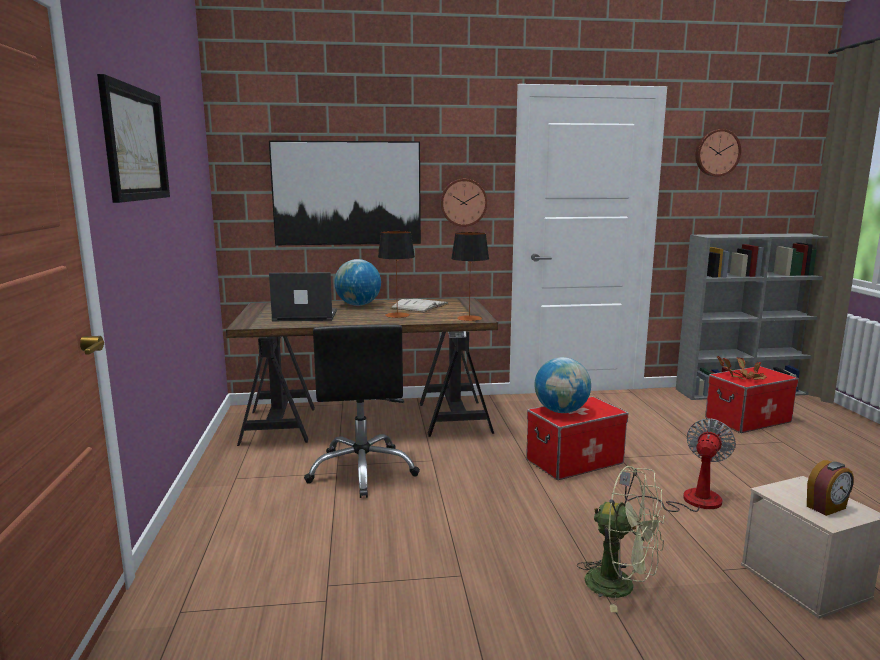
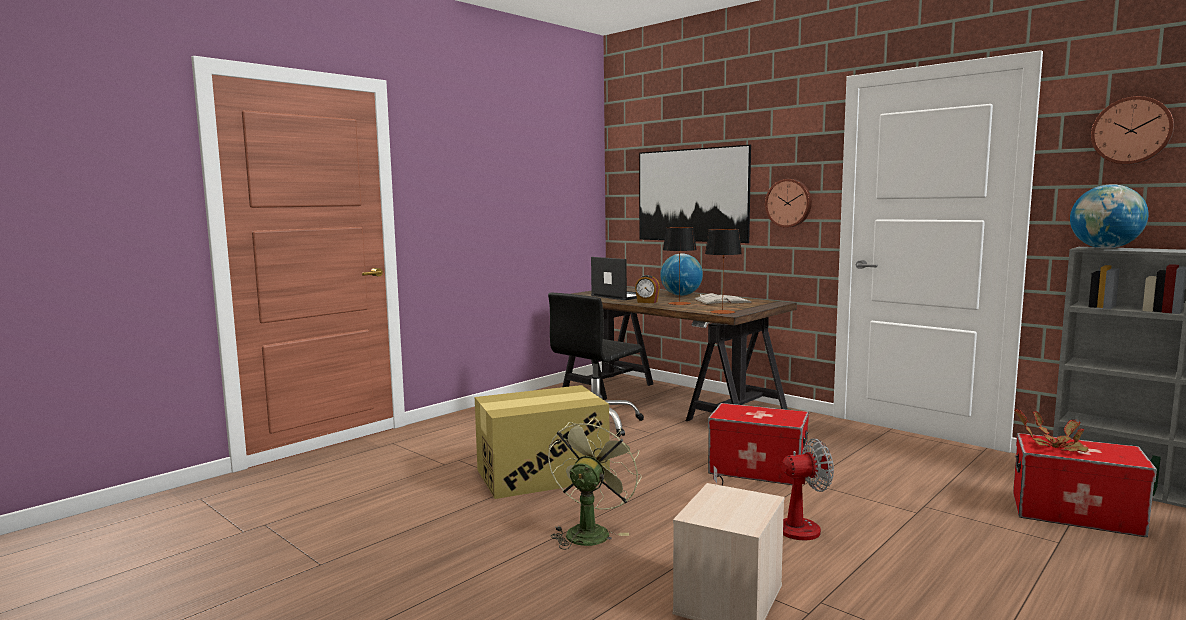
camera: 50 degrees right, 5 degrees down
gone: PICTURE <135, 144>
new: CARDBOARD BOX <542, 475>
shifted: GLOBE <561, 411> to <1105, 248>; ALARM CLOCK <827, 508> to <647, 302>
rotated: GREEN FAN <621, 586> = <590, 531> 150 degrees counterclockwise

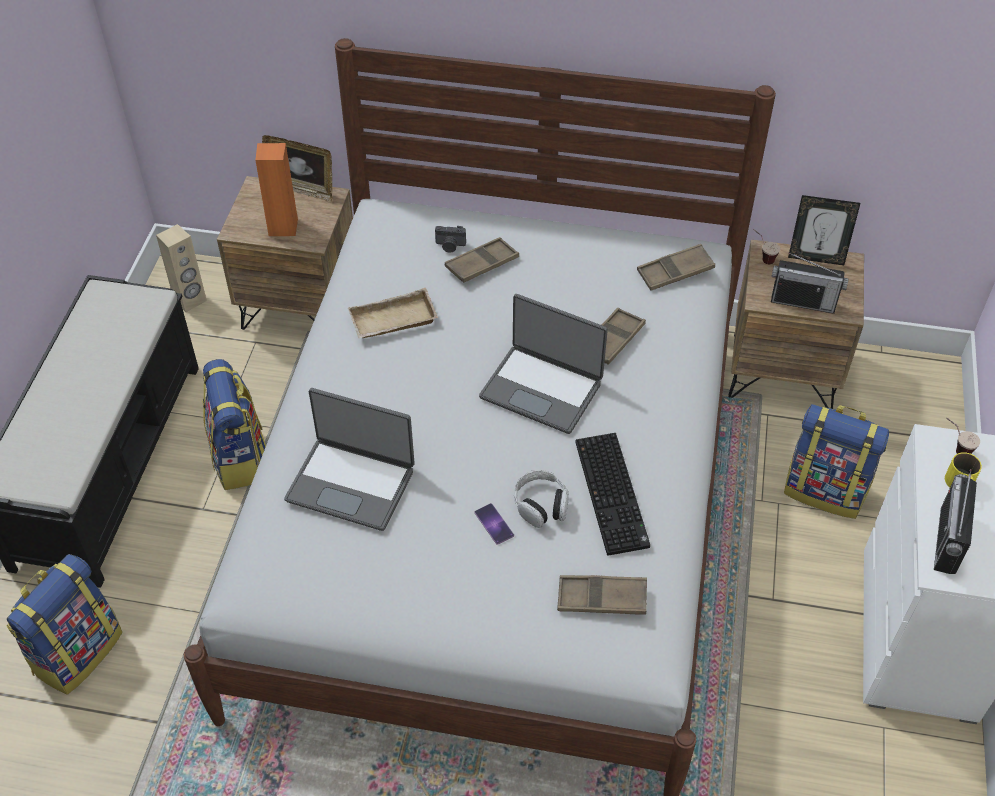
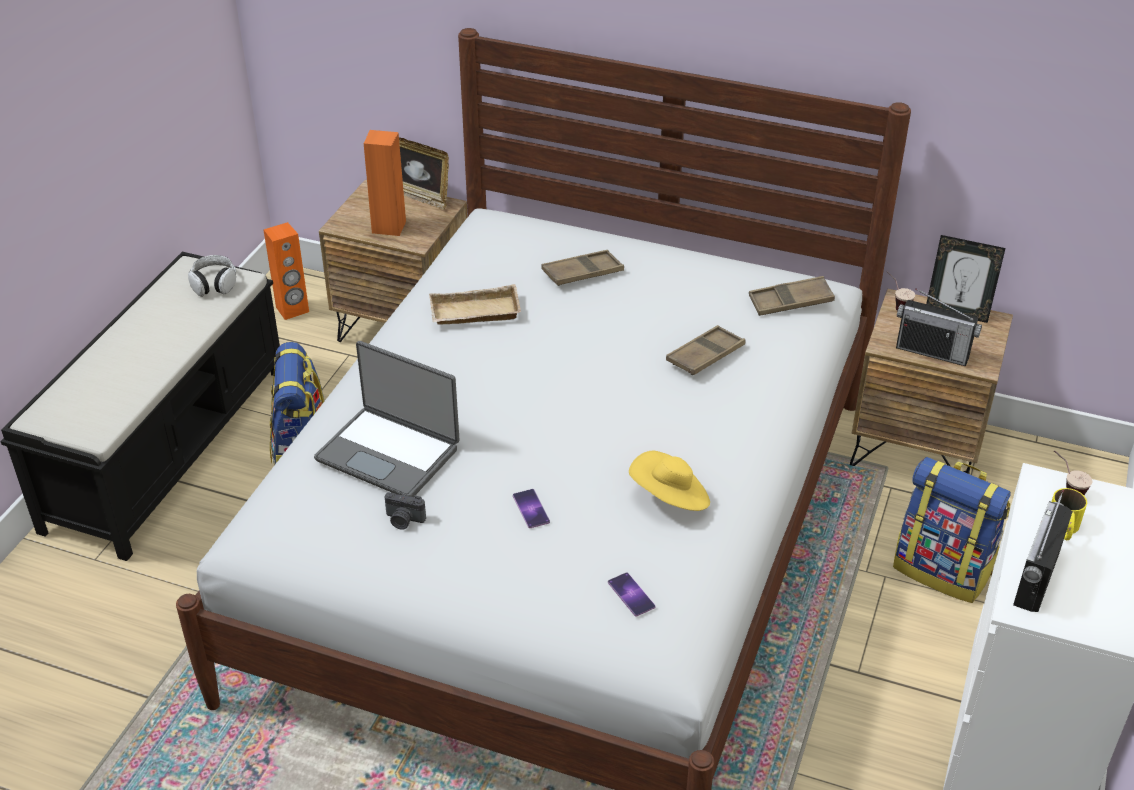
camera: 10 degrees right, 10 degrees down
gone: BACKPACK <77, 651>; LAPTOP <542, 389>
shifted: PHOTO CAMERA <450, 246> to <404, 520>; HEADPHONES <541, 505> to <214, 283>
swapped: BROWN TRAY <602, 598> to PHONE <631, 594>; KEYBOARD <614, 495> to YELLOW HAT <670, 498>
repainted: BEIGE SPEAKER <190, 300> to ORANGE SPEAKER <292, 310>

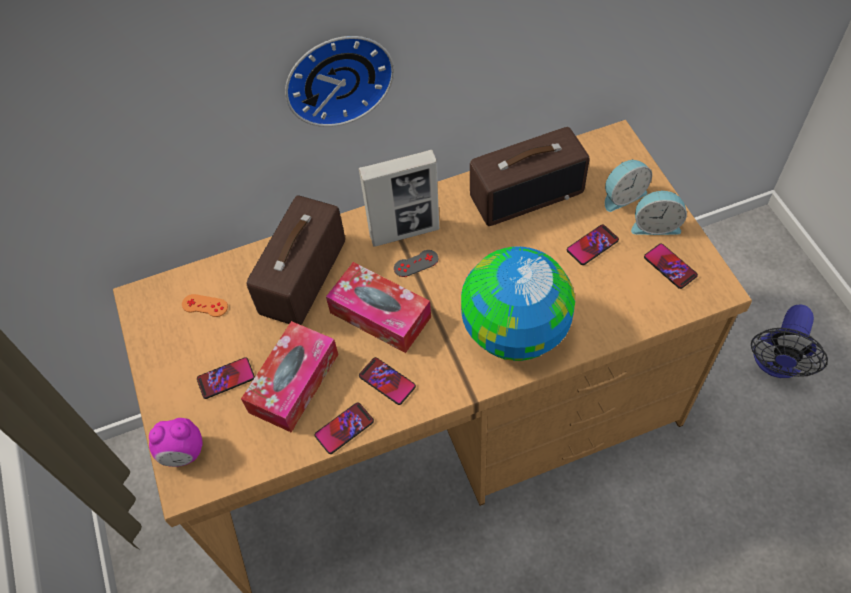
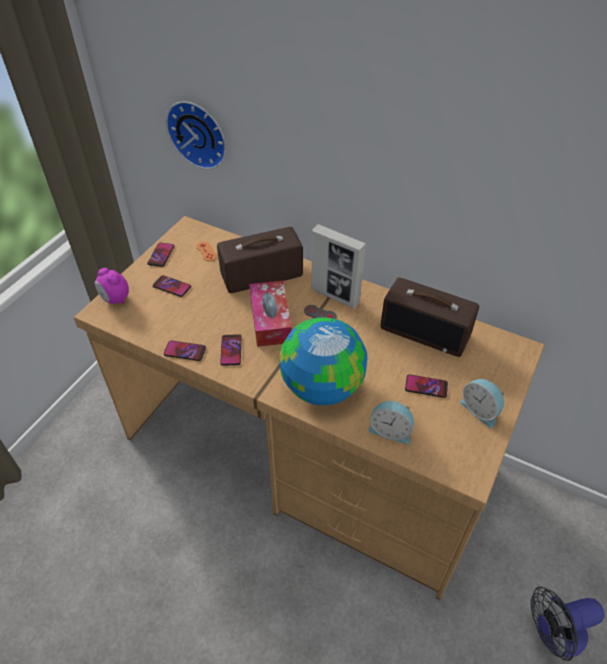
camera: 45 degrees right, 10 degrees down
gone: TISSUE BOX <294, 383>
shifted: WALL CLOCK <337, 76> to <199, 133>; ALARM CLOCK <622, 195> to <390, 430>; PHONE <670, 266> to <161, 255>

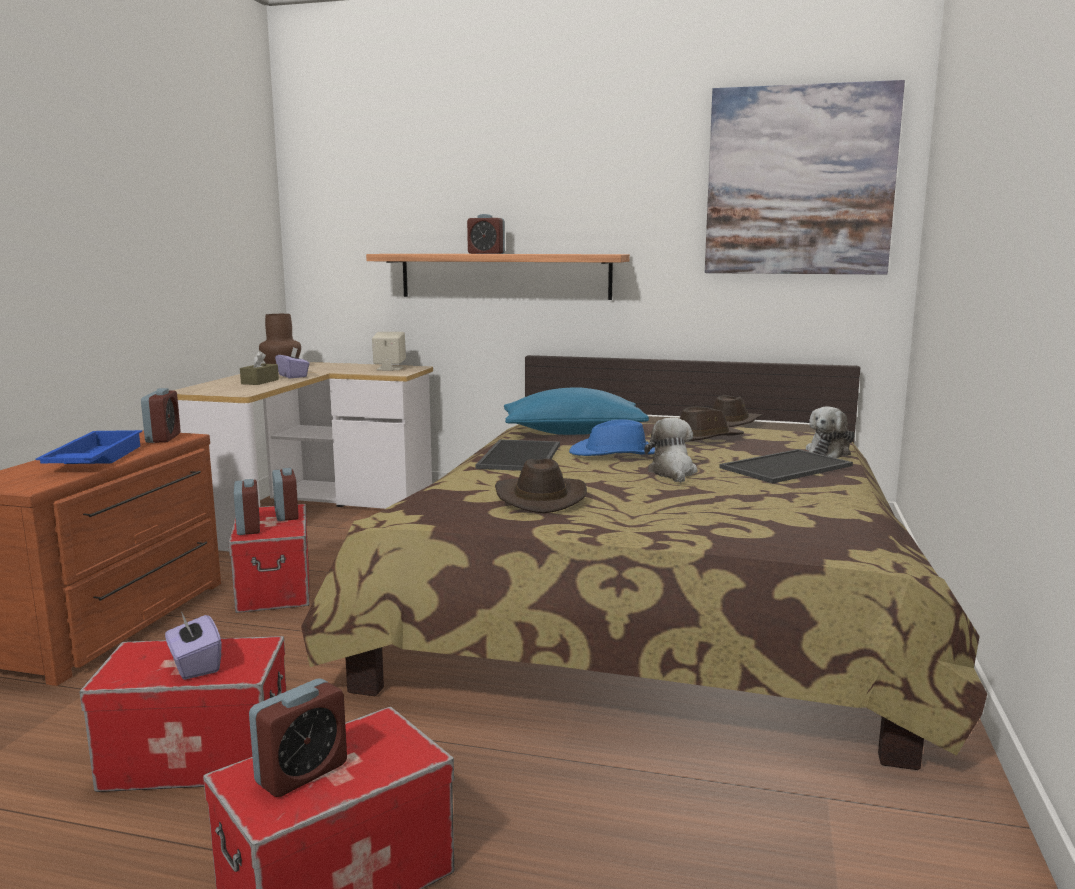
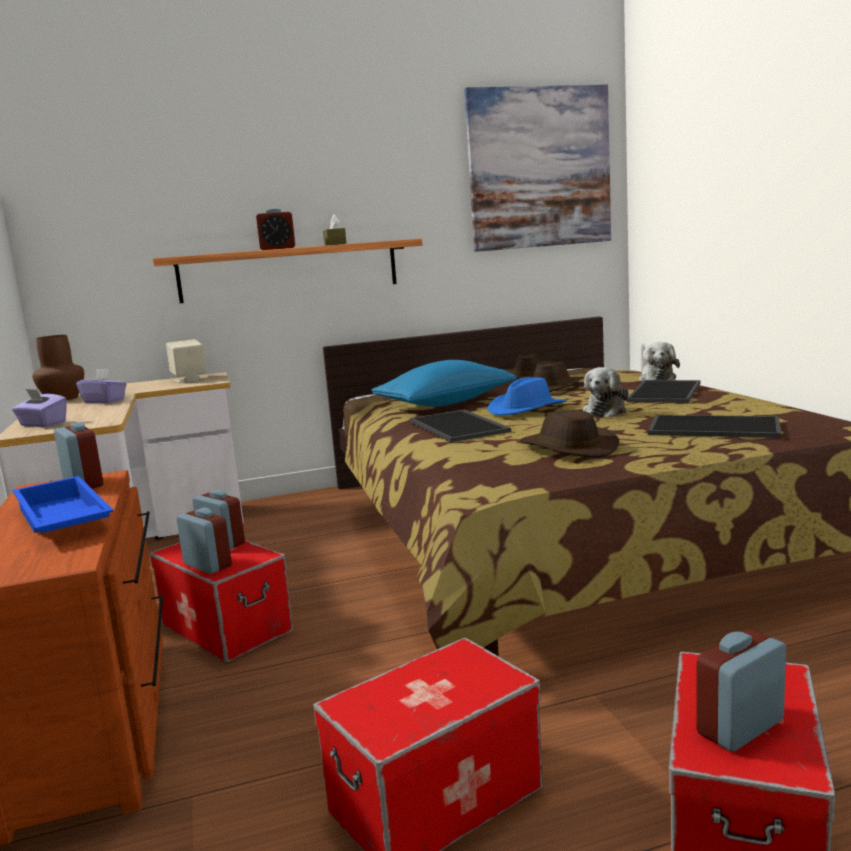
camera: 30 degrees left, 0 degrees up
new: TRAY <712, 428>
shifted: PURPLE TISSUE BOX <195, 665> to <42, 424>; BROWN TISSUE BOX <260, 382> to <335, 244>
rotated: ALARM CLOCK <302, 773> = <740, 727> 135 degrees counterclockwise; PLUSH TOY <672, 473> = <606, 411> 120 degrees counterclockwise

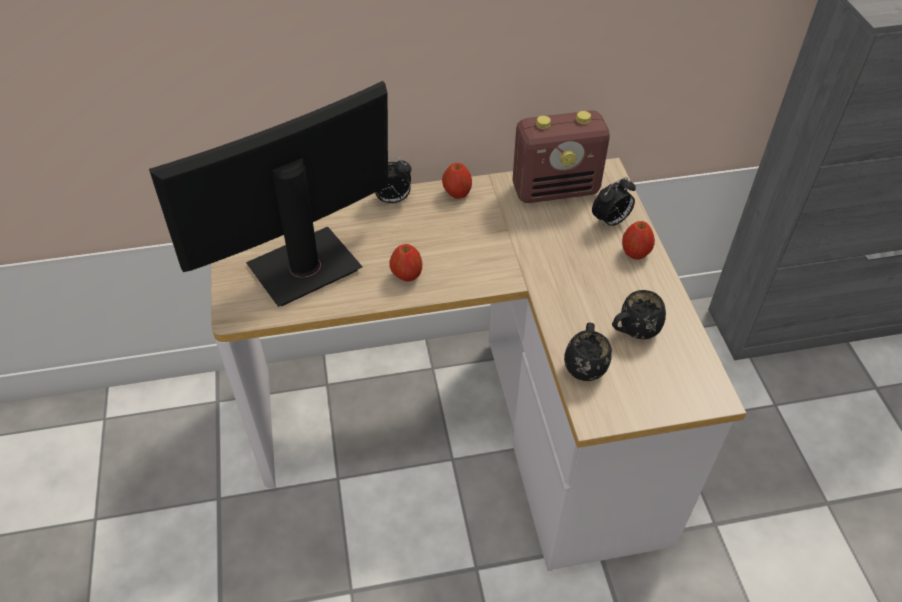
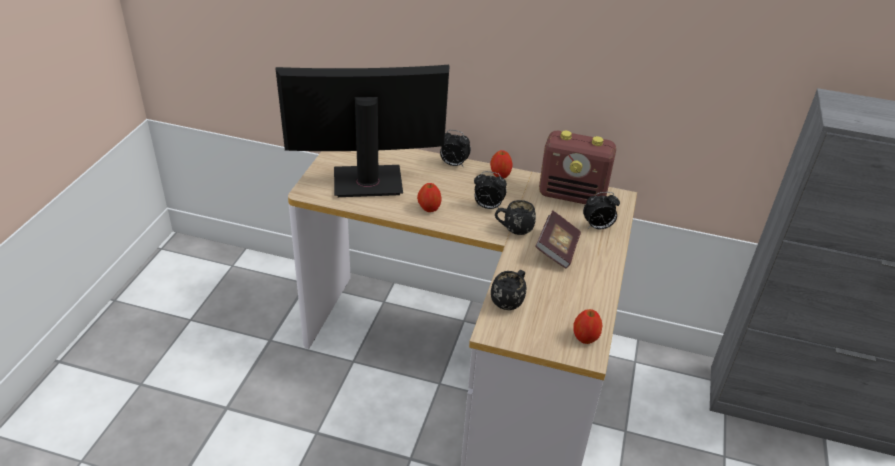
camera: 25 degrees right, 10 degrees down
new: ALARM CLOCK <487, 207>; BOOK <557, 249>
shifted: BLACK MUG <633, 332> to <513, 230>; APPLE <635, 253> to <585, 337>

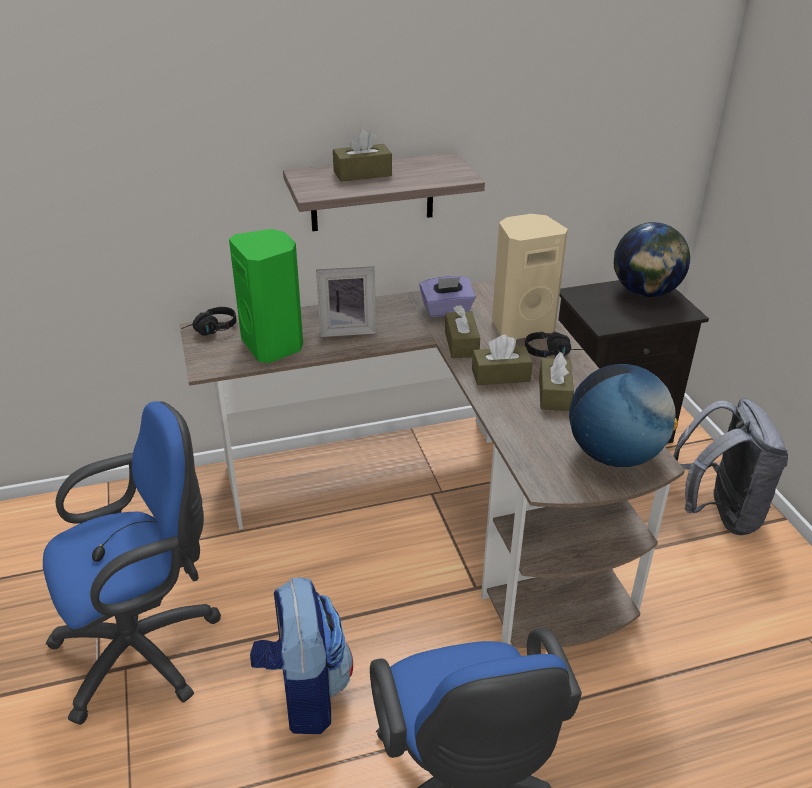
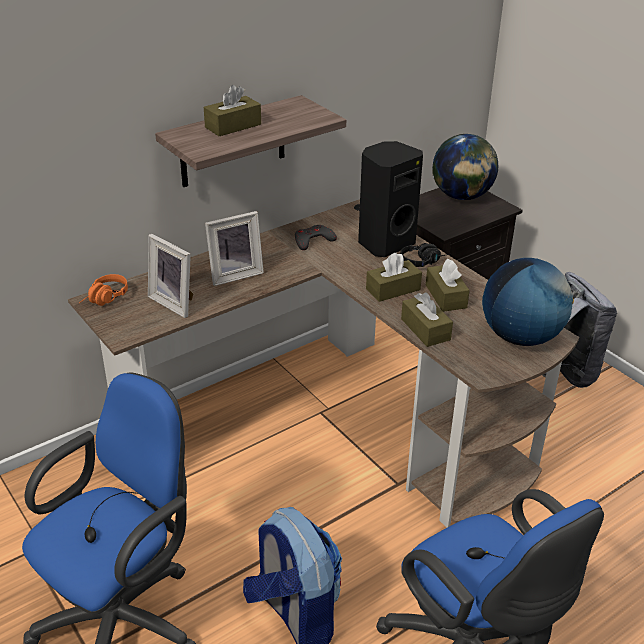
camera: 20 degrees left, 0 degrees up
shifted: BROWN TISSUE BOX <461, 344> to <425, 329>
swapped: GREEN SPEAKER <274, 346> to PICTURE FRAME <175, 302>; PURPLE TISSUE BOX <447, 310> to GREY GAME CONTROLLER <313, 241>
repainted: BLACK HEADPHONES <211, 330> to ORANGE HEADPHONES <104, 299>; BEIGE SPEAKER <521, 326> to BLACK SPEAKER <385, 243>

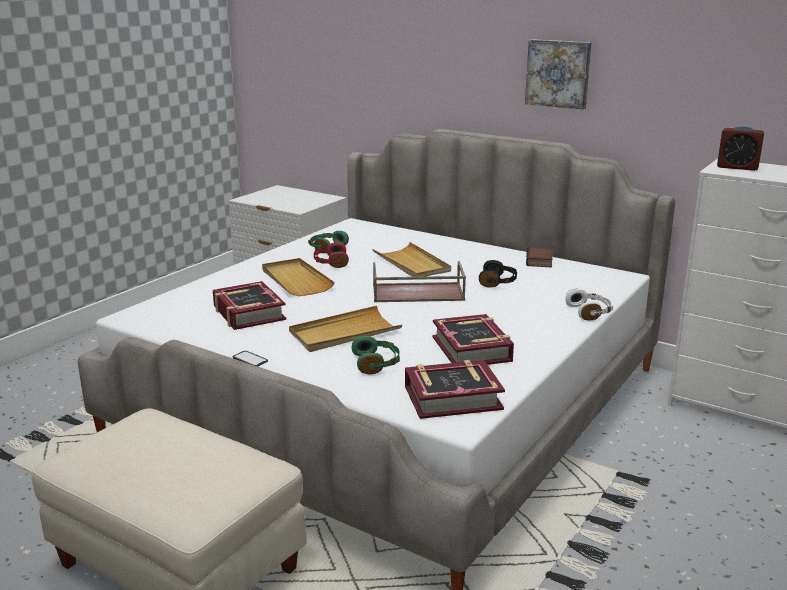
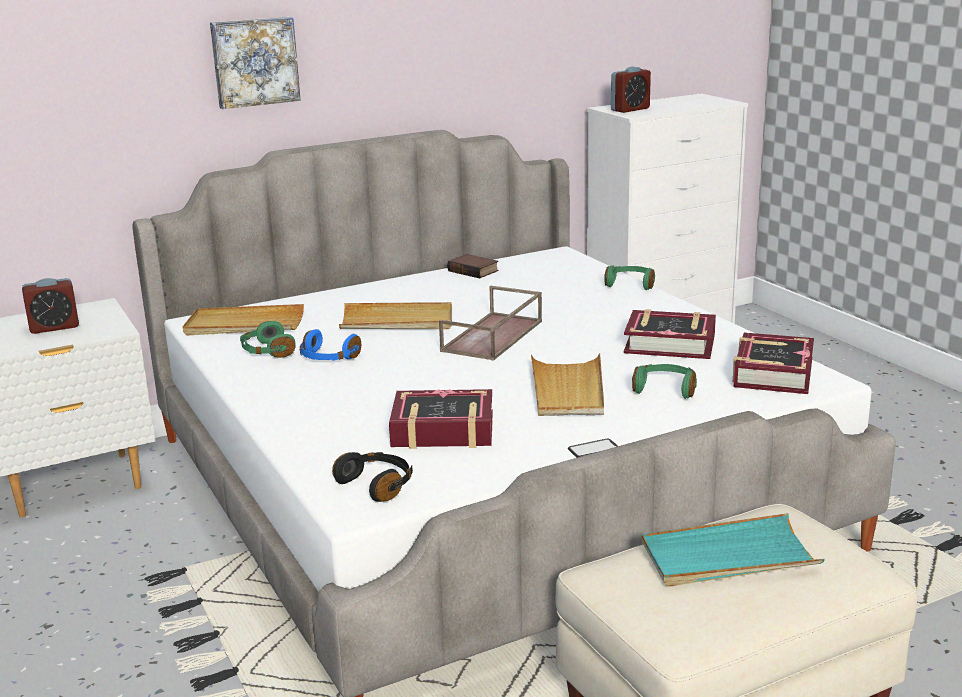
camera: 60 degrees left, 0 degrees up
new: ALARM CLOCK <54, 327>; TURQUOISE TRAY <728, 557>
shifted: BEIGE TRAY <295, 280> to <244, 325>; BLACK HEADPHONES <498, 282> to <377, 485>; PICTURE <558, 73> to <254, 61>
repainted: RED HEADPHONES <330, 262> to BLUE HEADPHONES <328, 358>; WHITE HEADPHONES <589, 312> to GREEN HEADPHONES <631, 284>

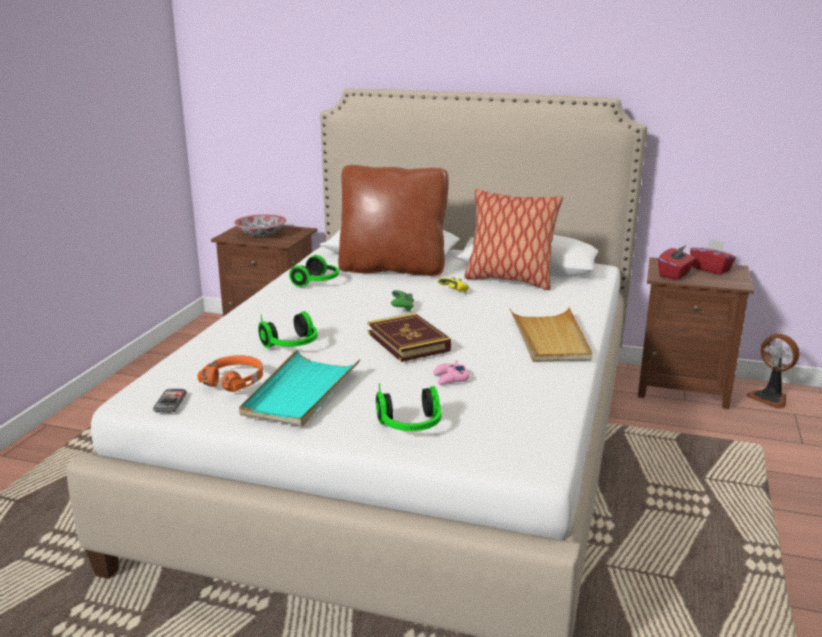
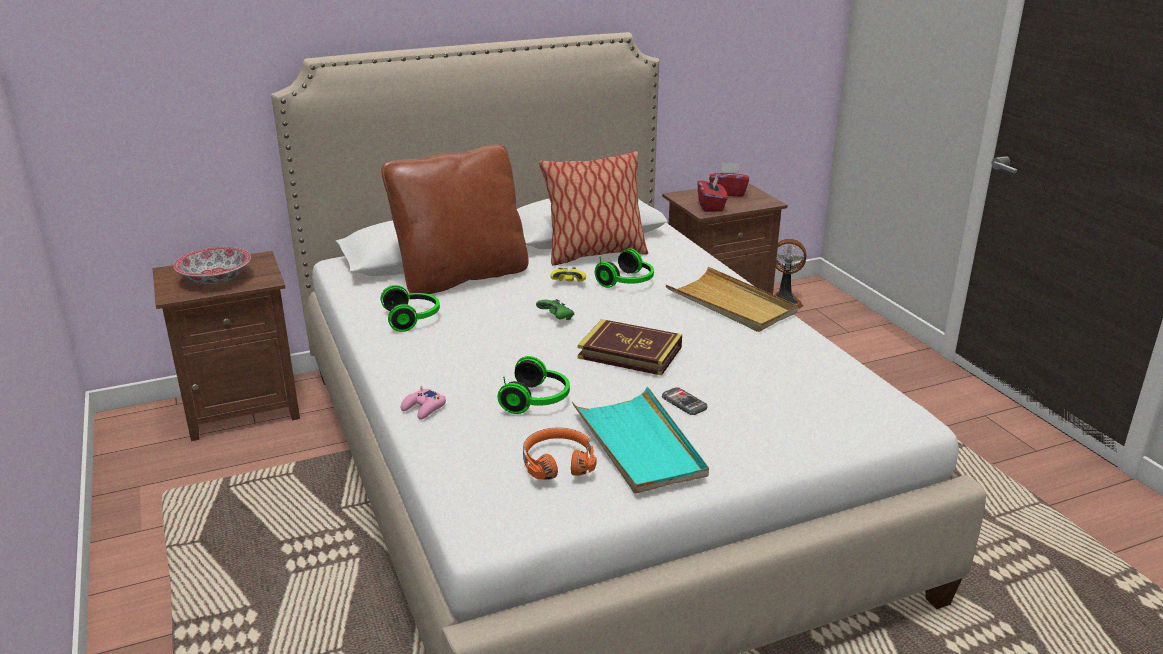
camera: 40 degrees left, 5 degrees up
shifted: PHONE <170, 402> to <684, 403>; HEADPHONES <411, 426> to <628, 282>; PINK GAME CONTROLLER <451, 378> to <424, 408>

